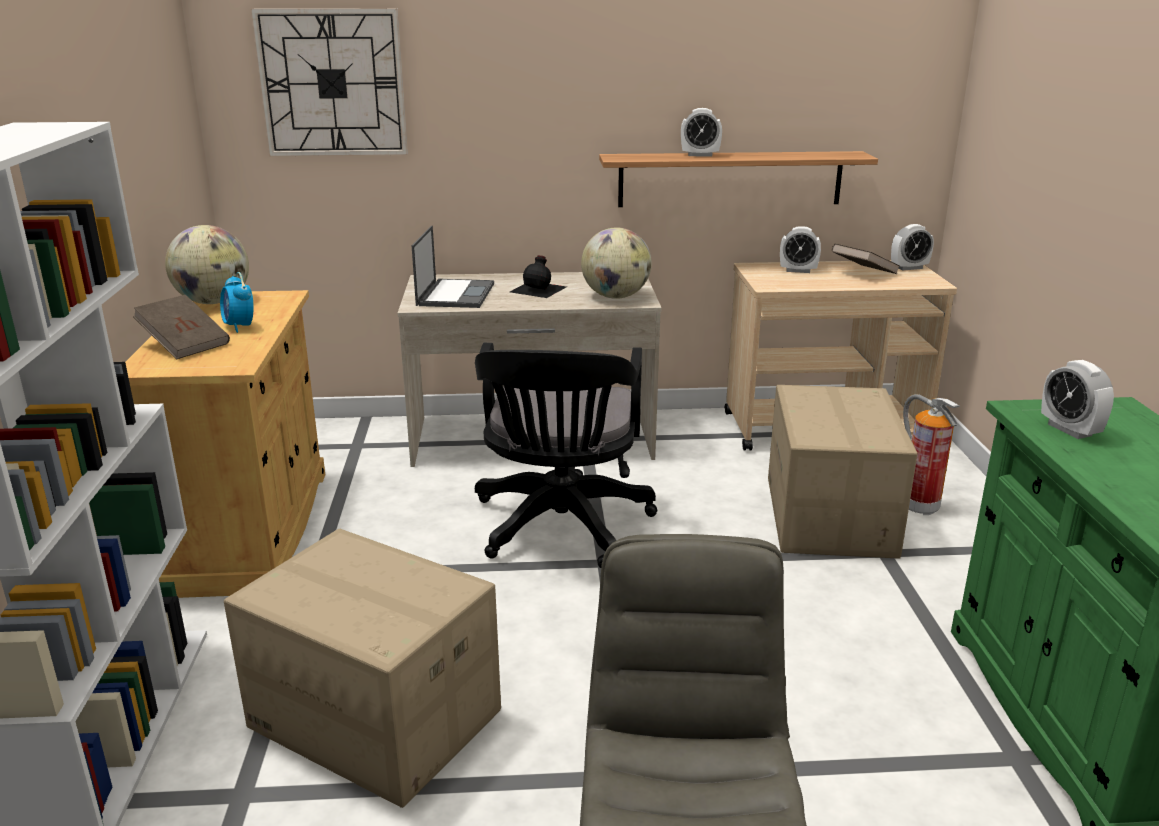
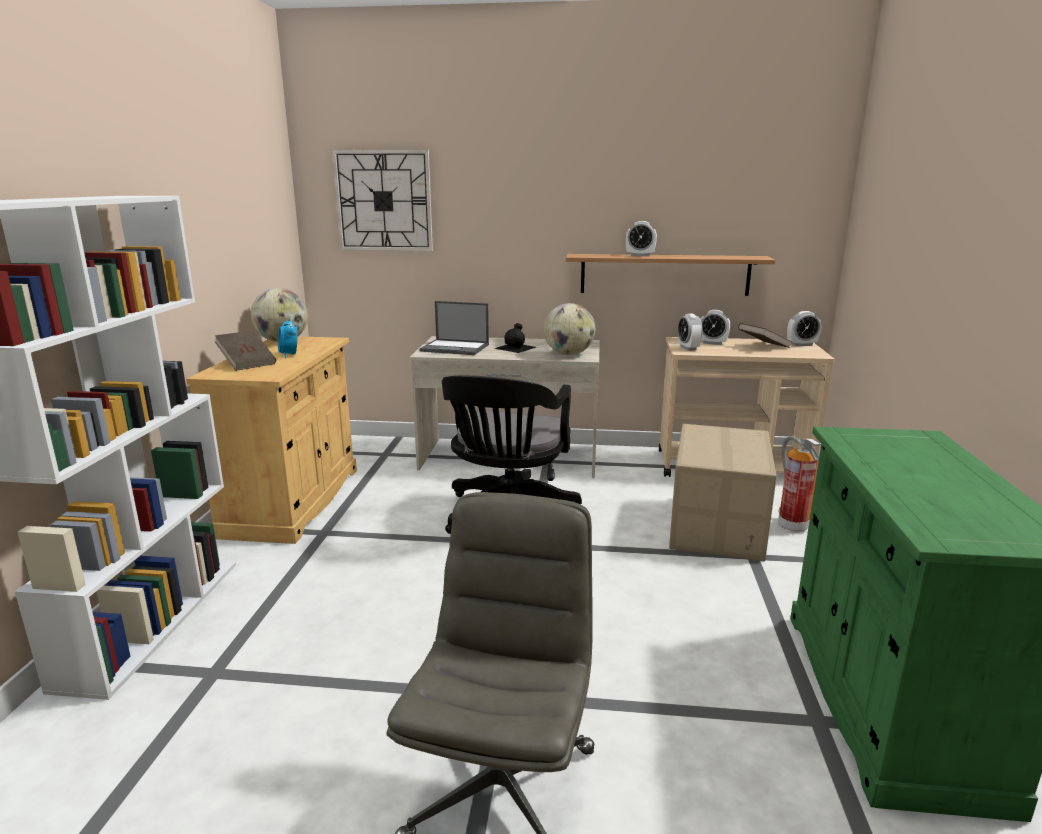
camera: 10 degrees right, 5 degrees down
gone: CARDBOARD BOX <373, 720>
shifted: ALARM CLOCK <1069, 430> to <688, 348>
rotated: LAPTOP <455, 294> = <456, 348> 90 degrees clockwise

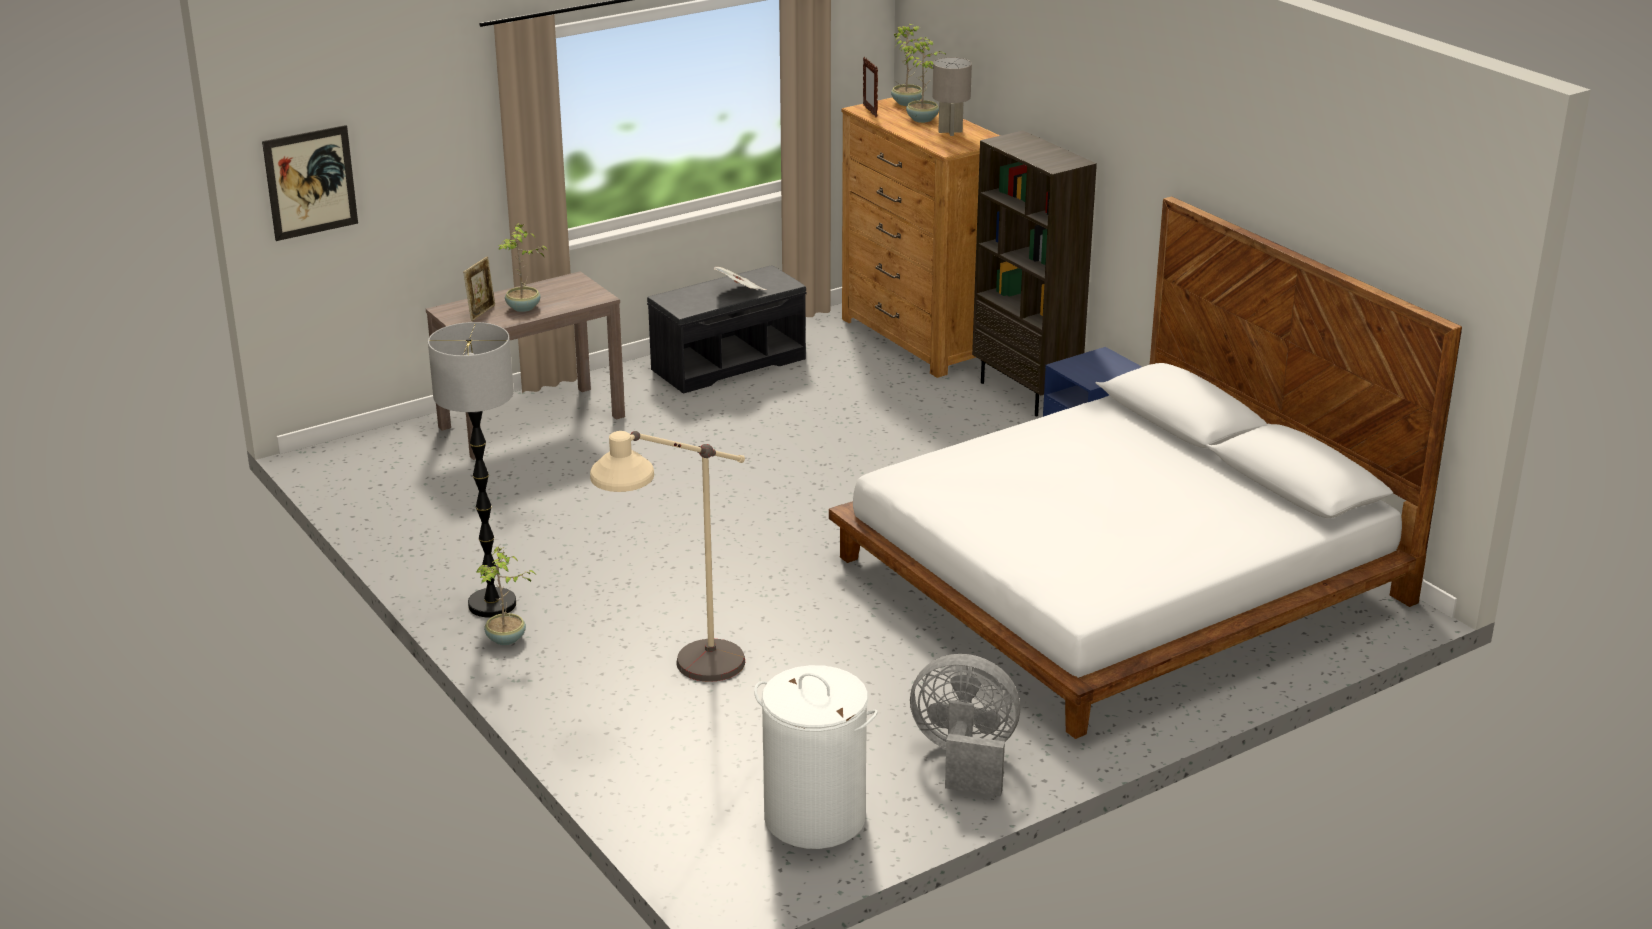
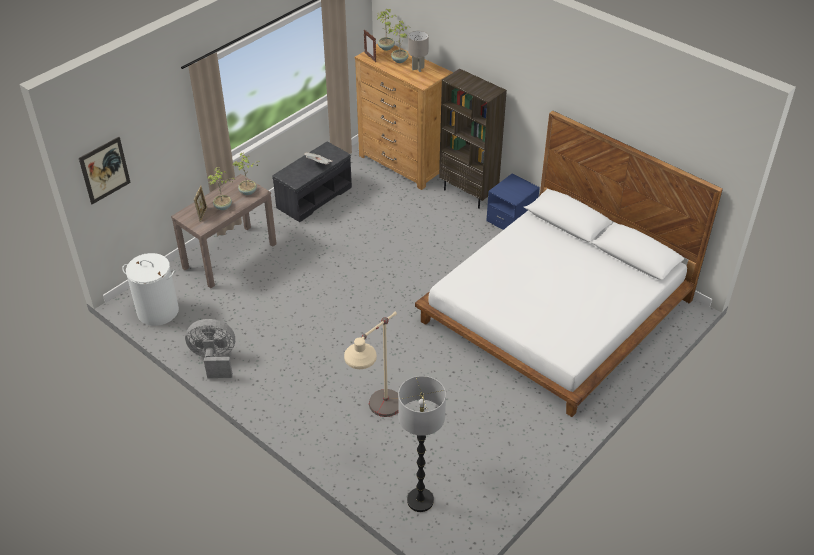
camera: 15 degrees left, 15 degrees up
shifted: FLOOR LAMP <492, 604> to <420, 500>; POTTED PLANT <506, 639> to <248, 192>; WHITE LAUNDRY BASKET <815, 818> to <158, 311>; GREY FAN <964, 759> to <214, 360>

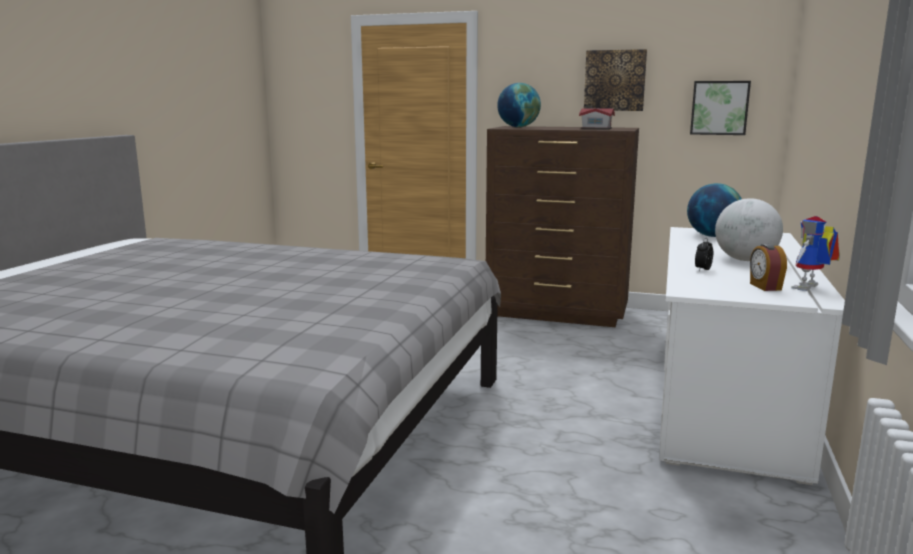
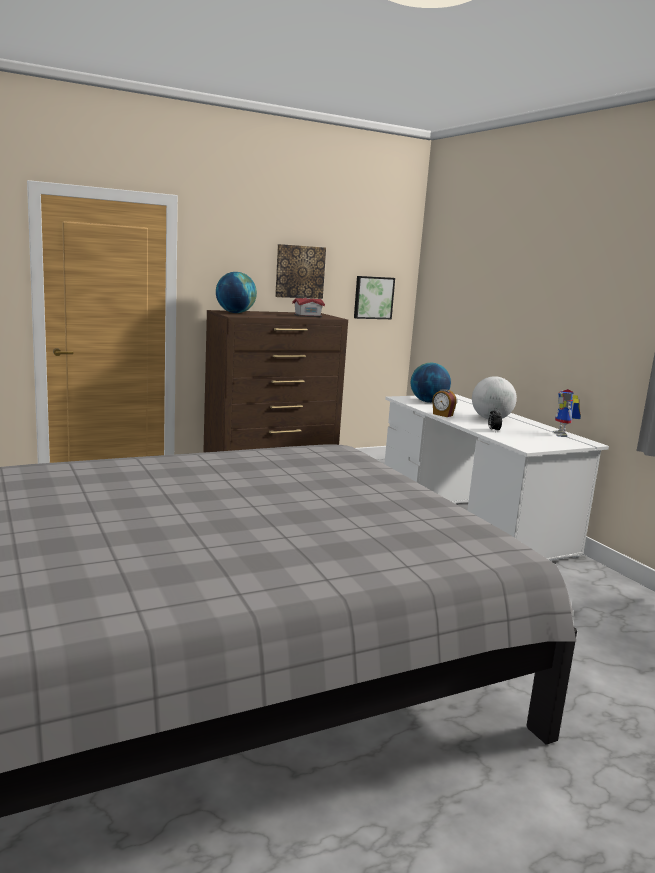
camera: 45 degrees left, 0 degrees up
shifted: ALARM CLOCK <764, 287> to <442, 415>

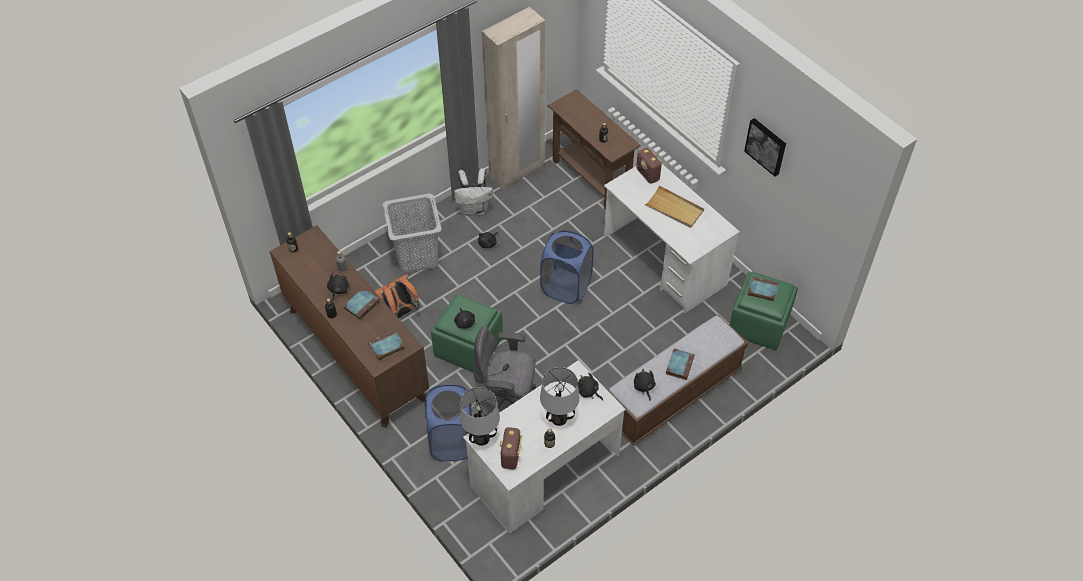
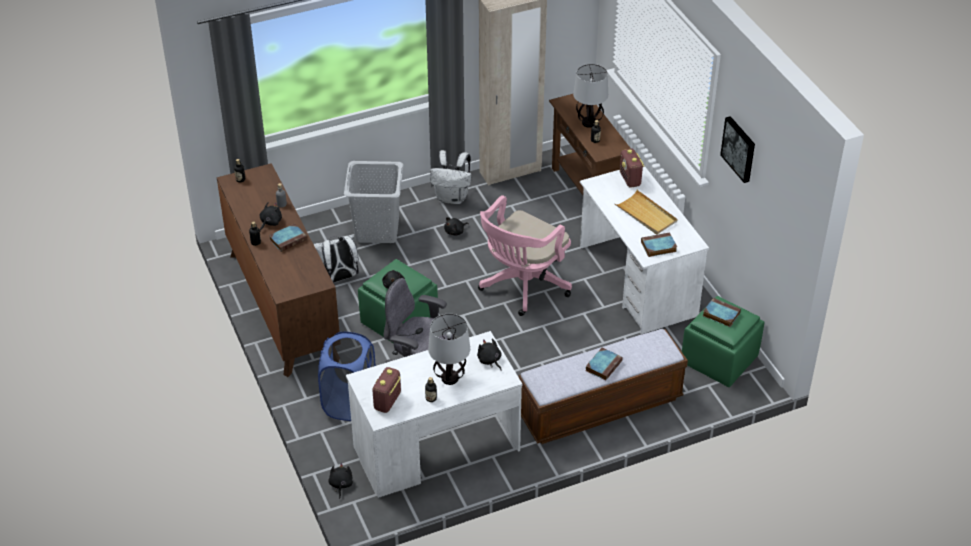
camera: 15 degrees right, 10 degrees down
shifted: BOOK <386, 347> to <658, 247>; TABLE LAMP <481, 438> to <588, 123>; BLACK PLUSH TOY <644, 387> to <340, 485>
swapped: BLUE LAUNDRY BASKET <566, 287> to PINK OFFICE CHAIR <522, 286>
repainted: ORANGE BACKPACK <399, 314> to WHITE BACKPACK <339, 278>

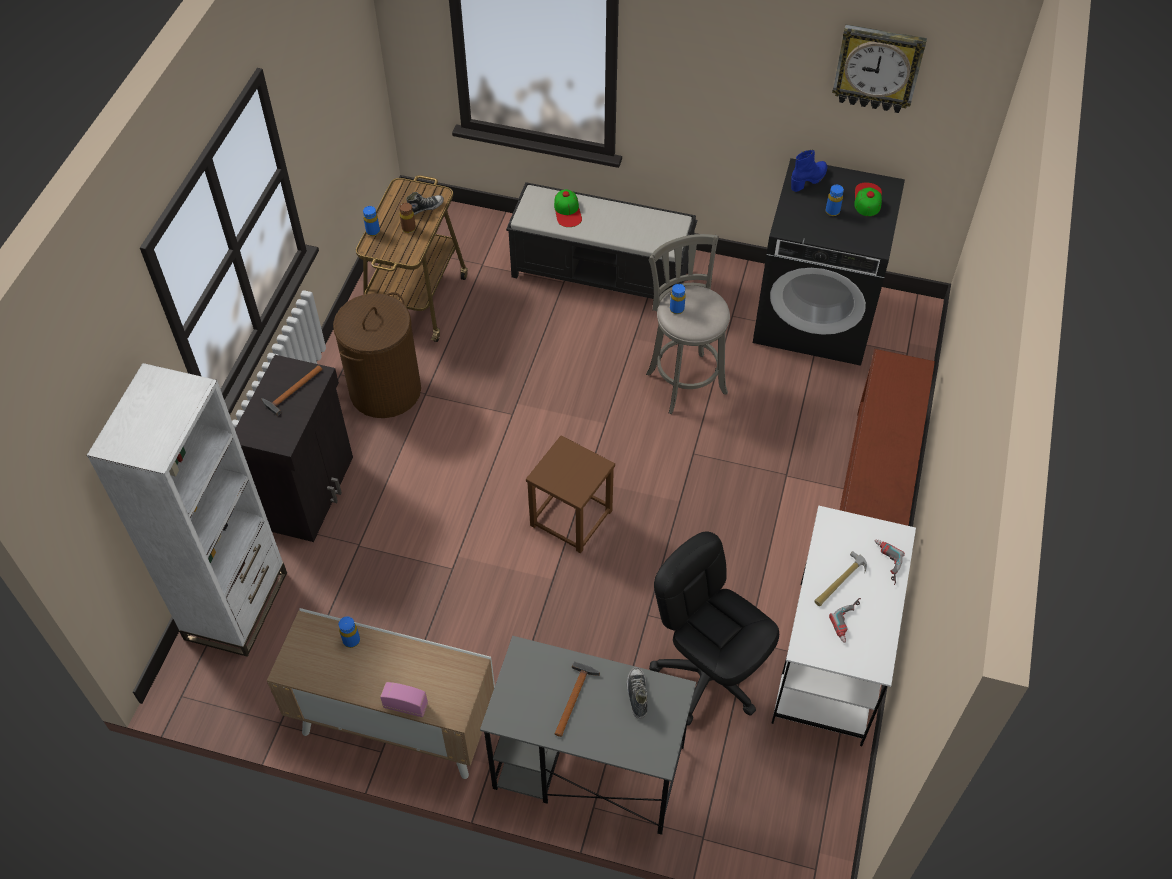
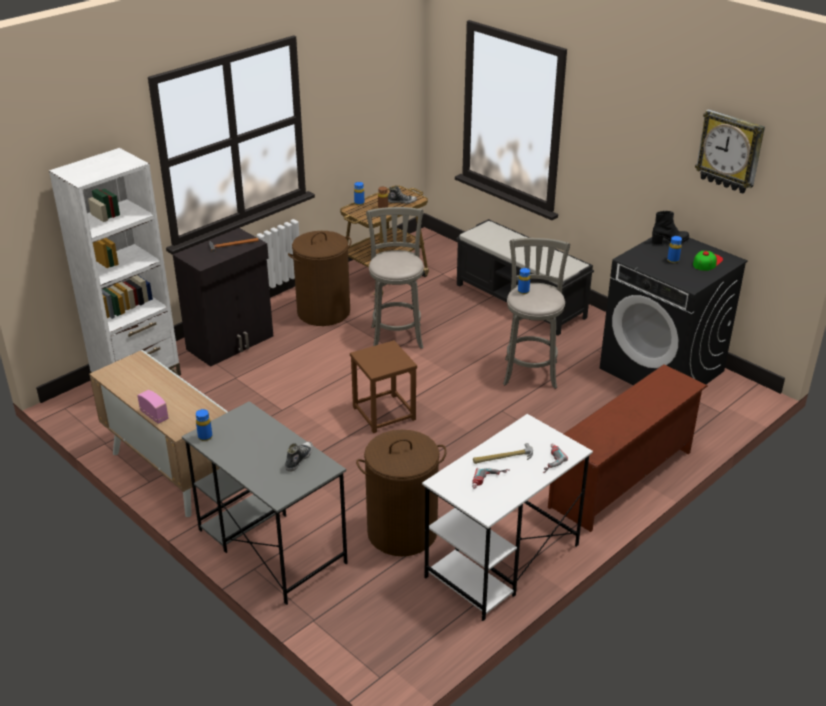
camera: 30 degrees right, 20 degrees down
gone: CAP <567, 211>; HAMMER <574, 697>
new: GREY STOOL <396, 335>
shifted: BLUE BOTTLE <351, 640> to <205, 437>
swapped: BLACK OFFICE CHAIR <708, 675> to BROWN LAUNDRY BASKET <402, 532>
repainted: BLUE BOOT <809, 180> to BLACK BOOT <670, 241>

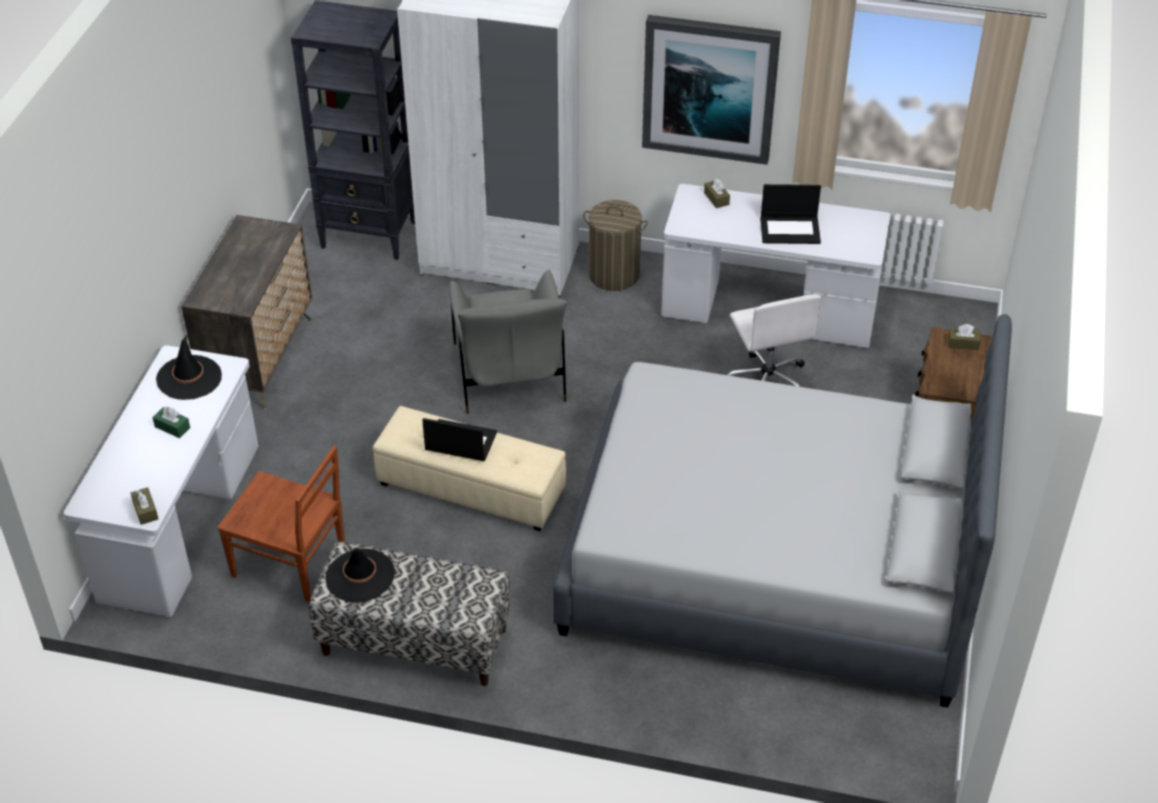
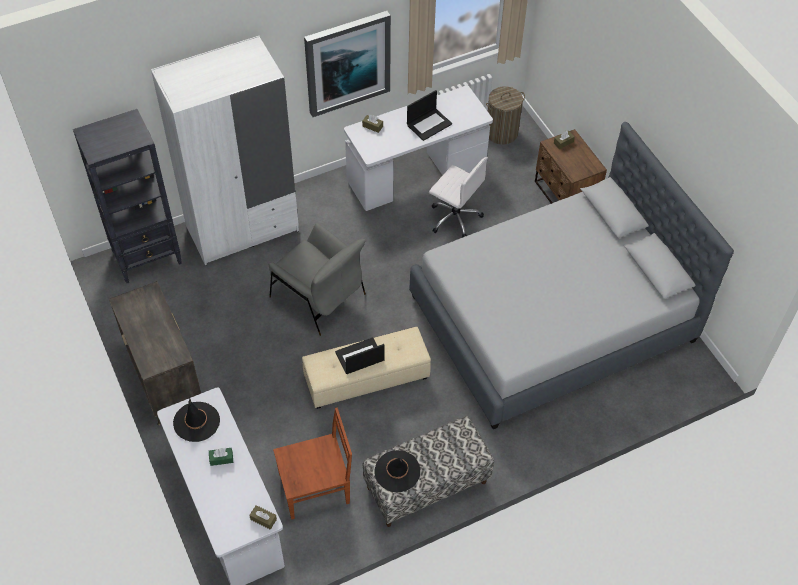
camera: 40 degrees left, 10 degrees up
shifted: LAUNDRY BASKET <614, 275> to <501, 133>

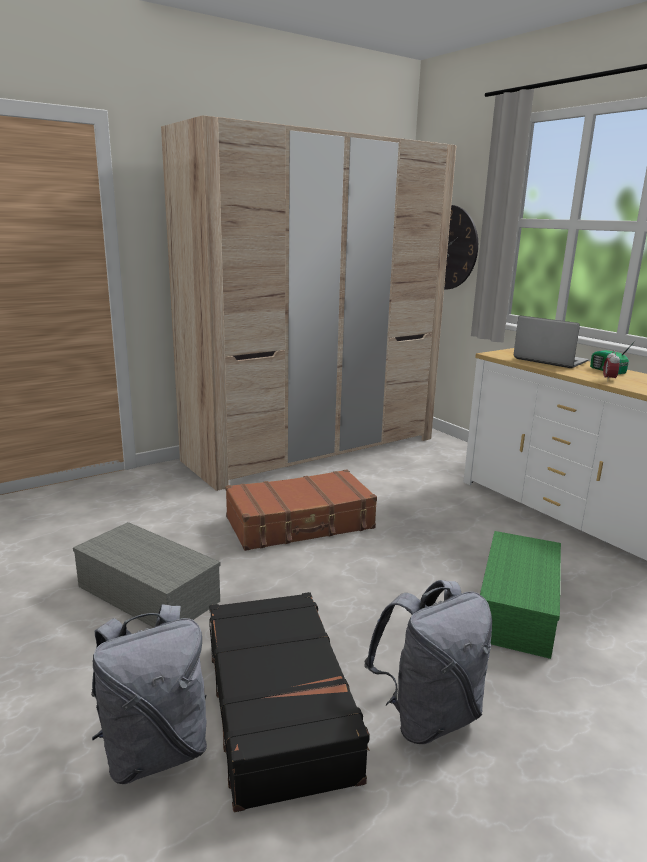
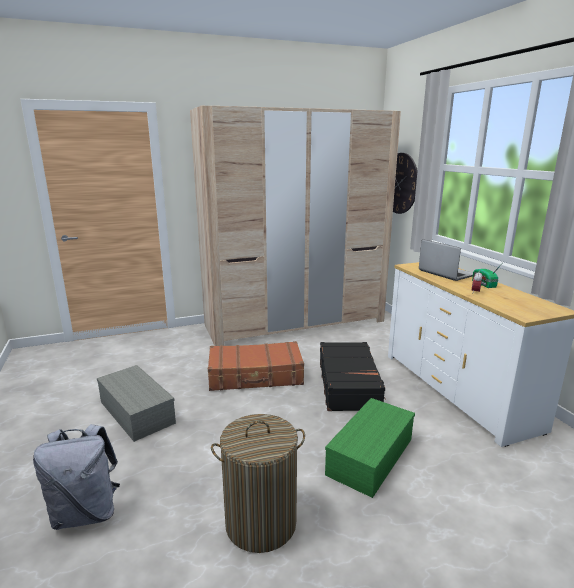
camera: 15 degrees right, 0 degrees up
shifted: BLACK SUITCASE <280, 706> to <349, 384>
swapped: GREY BACKPACK <428, 716> to LAUNDRY BASKET <261, 522>

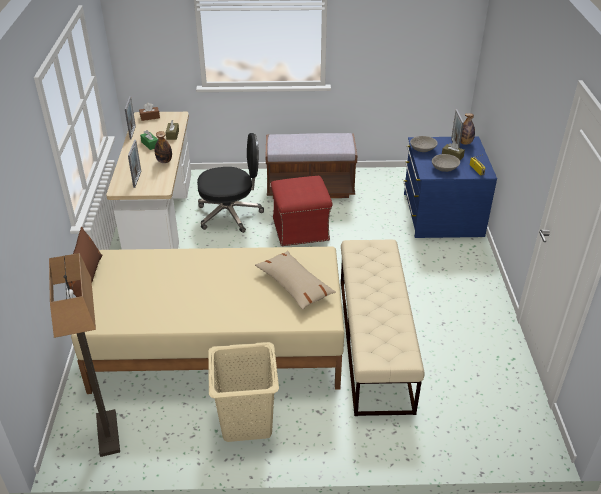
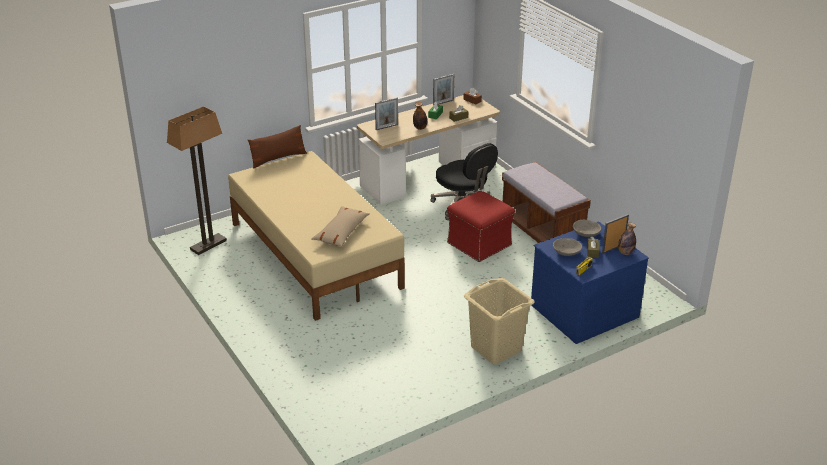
camera: 60 degrees right, 5 degrees down
gone: BEIGE BENCH <374, 341>
shifted: BEIGE LAUNDRY BASKET <247, 421> to <496, 349>

